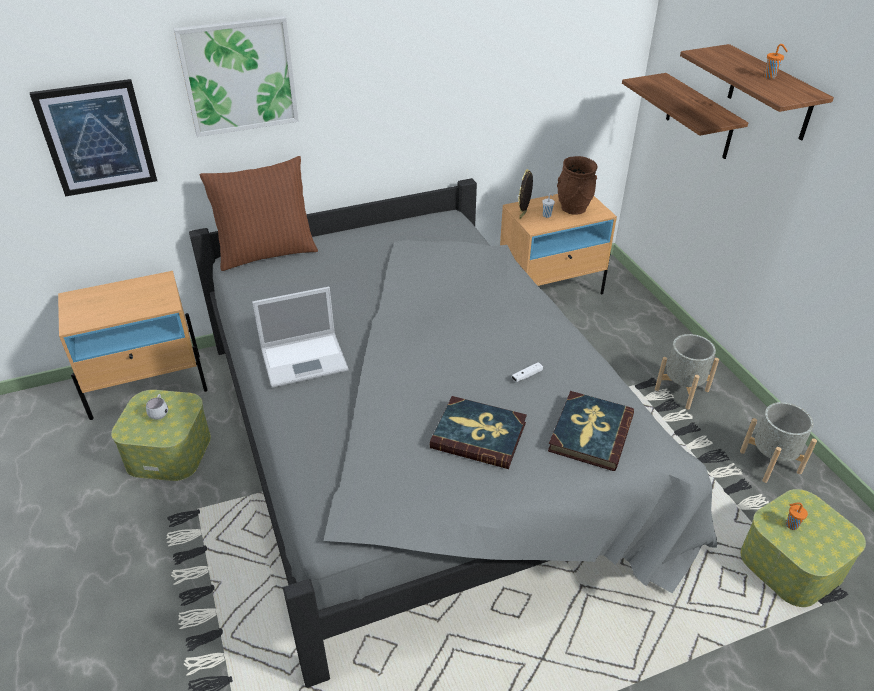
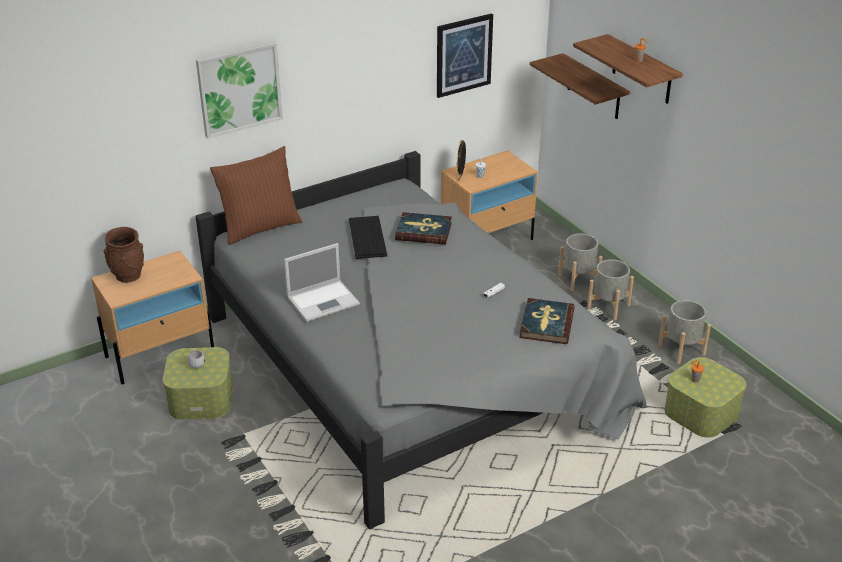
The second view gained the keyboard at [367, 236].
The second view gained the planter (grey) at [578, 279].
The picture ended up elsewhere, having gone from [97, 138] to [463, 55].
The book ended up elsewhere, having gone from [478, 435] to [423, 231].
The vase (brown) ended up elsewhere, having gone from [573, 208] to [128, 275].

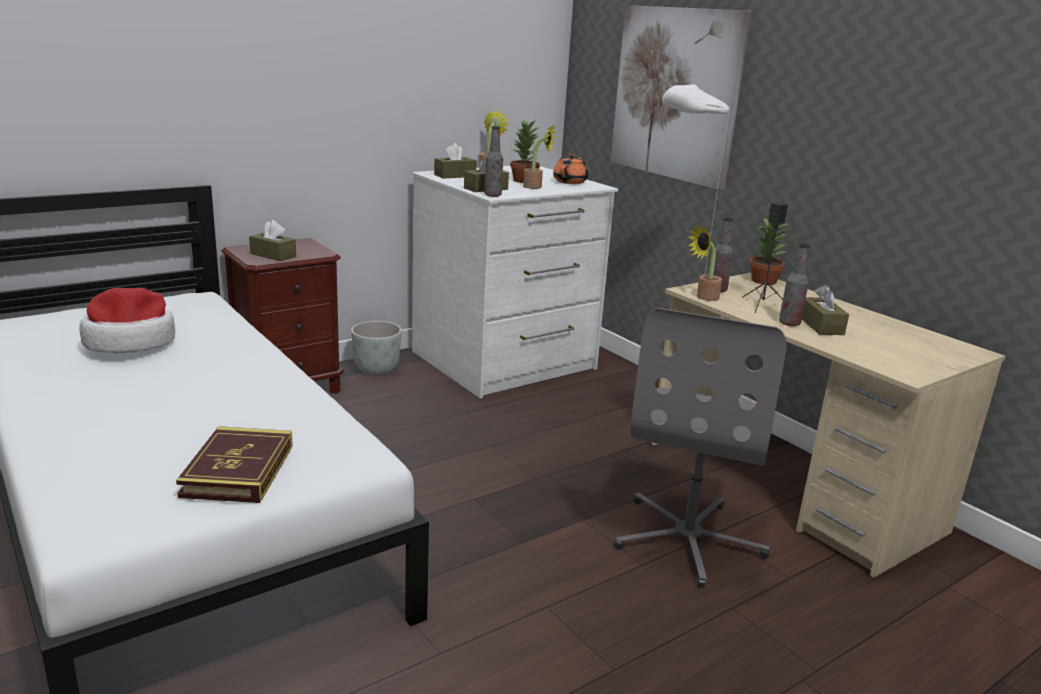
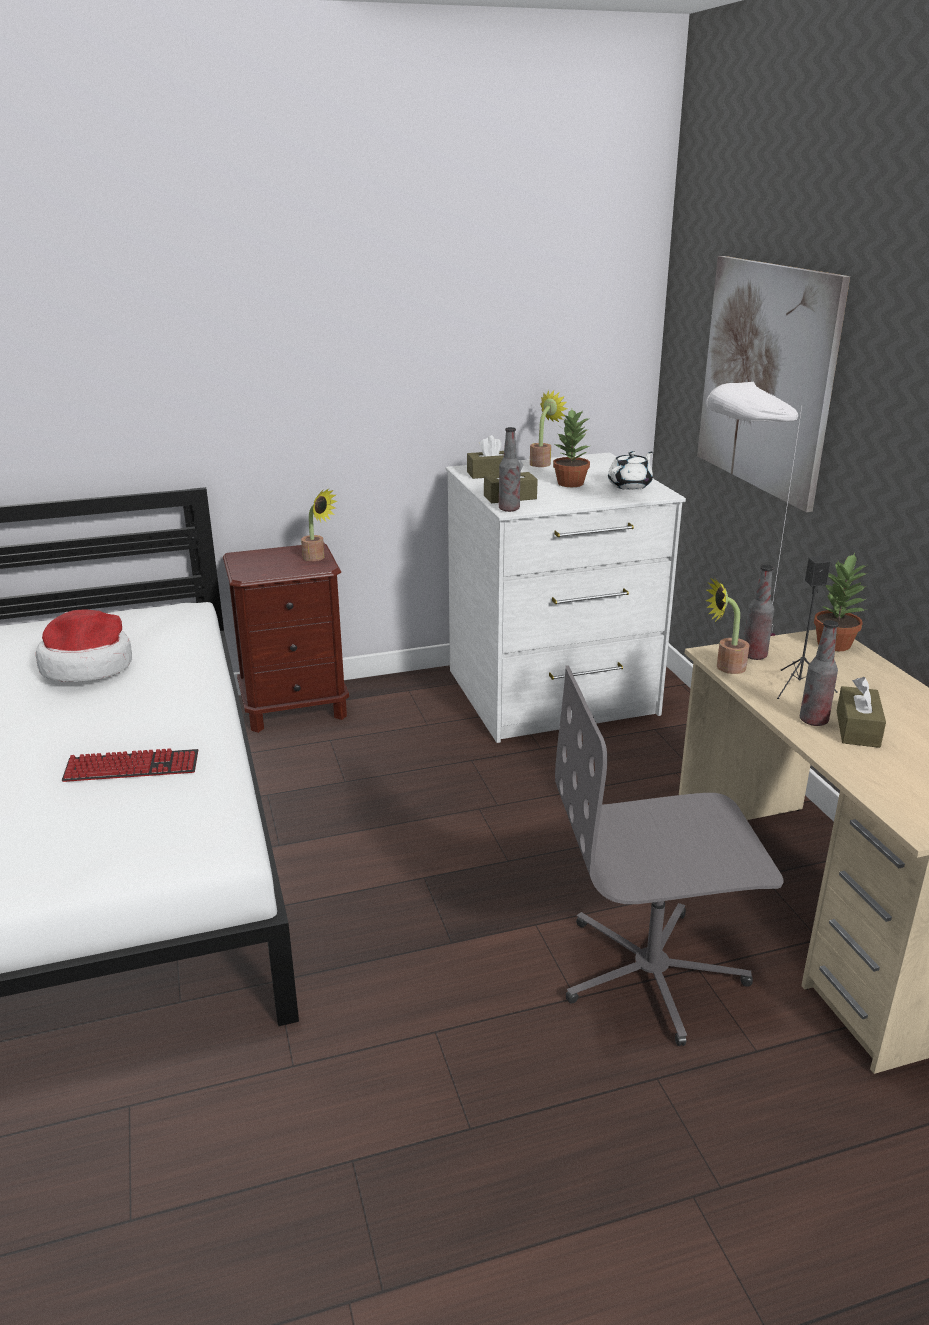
The second view lost the book at [238, 470].
The second view lost the tissue box (brown) at [273, 255].
The second view lost the planter (grey) at [377, 370].
The second view gained the keyboard at [132, 768].
The potted plant ended up elsewhere, having gone from [536, 187] to [317, 558].
What was the teapot (orange) at [570, 182] turned into the teapot (white) at [630, 485].
The office chair (grey) at [689, 539] ended up facing another way, 45 degrees clockwise from before.

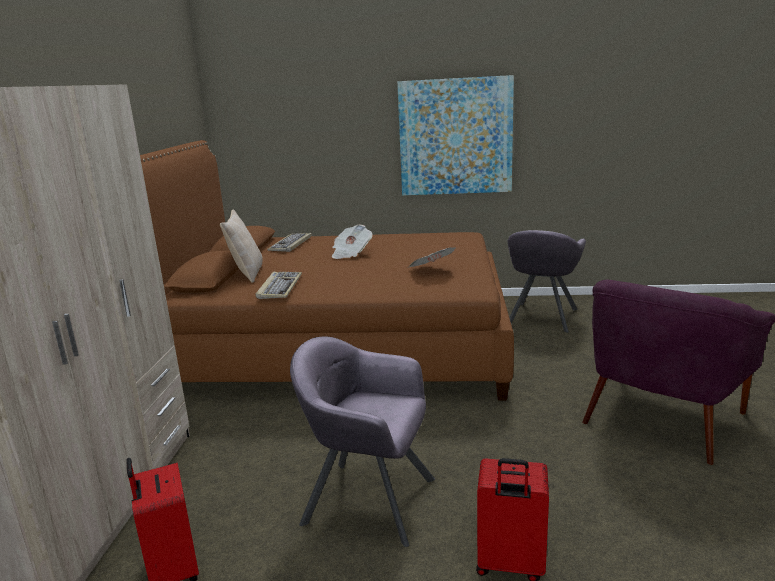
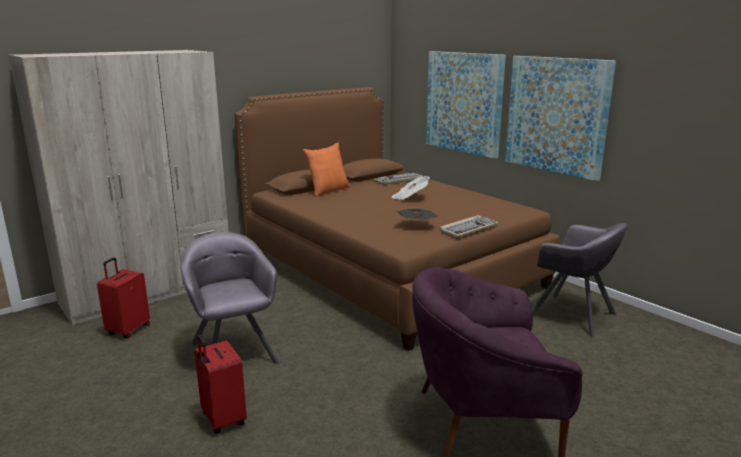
The second view gained the picture at [463, 103].
The keyboard ended up elsewhere, having gone from [279, 287] to [468, 228].
What was the pillow (beige) at [247, 273] turned into the pillow (orange) at [328, 190].
The armchair (grey) at [541, 317] ended up facing another way, 120 degrees counterclockwise from before.

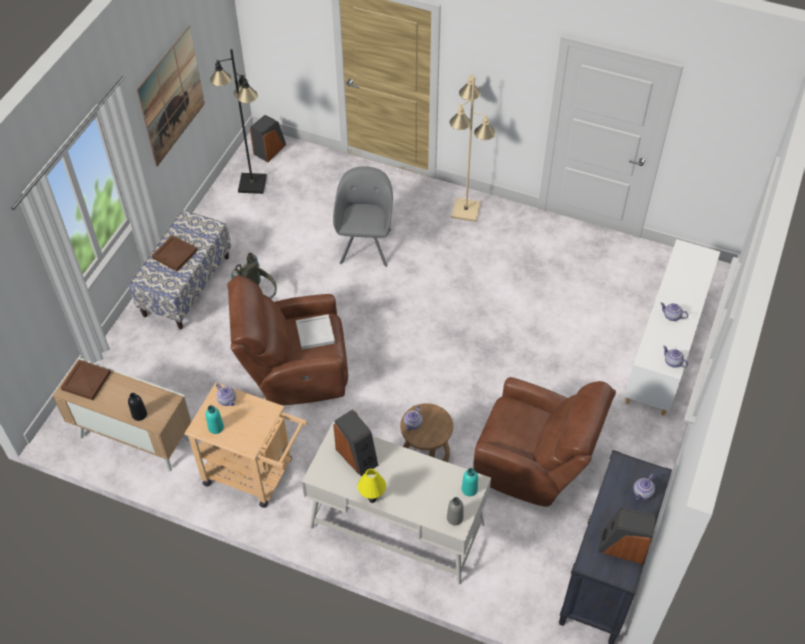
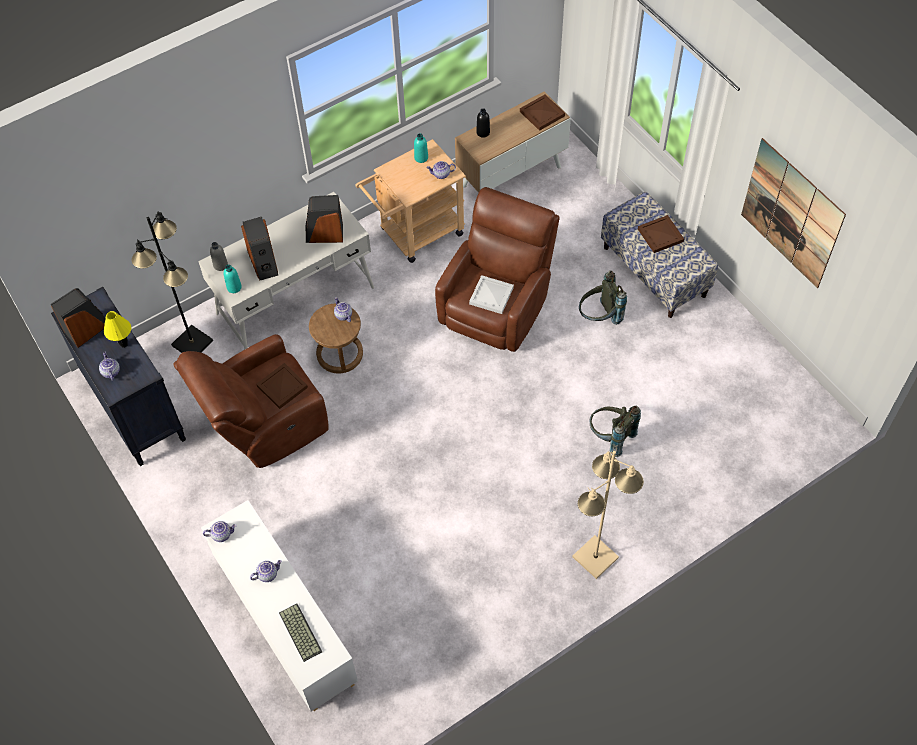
The second view gained the tray (brown) at [282, 387].
The second view gained the keyboard at [299, 632].
The floor lamp (black) ended up elsewhere, having gone from [252, 183] to [193, 343].
The speaker ended up elsewhere, having gone from [270, 150] to [264, 263].
The table lamp (yellow) ended up elsewhere, having gone from [373, 500] to [124, 345].
Where the armchair (grey) stood at [365, 243], the backpack (grey) came to stand at [610, 437].

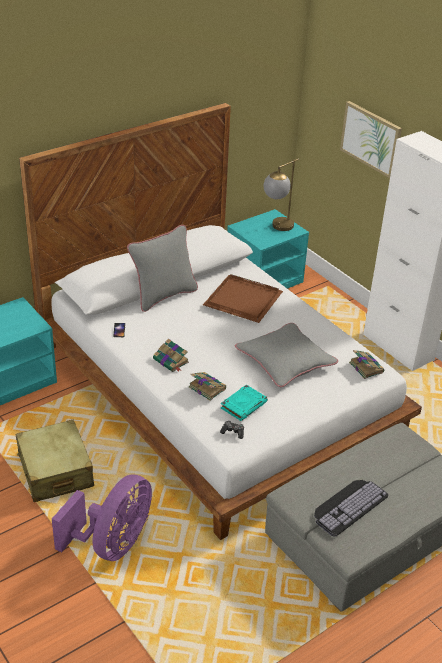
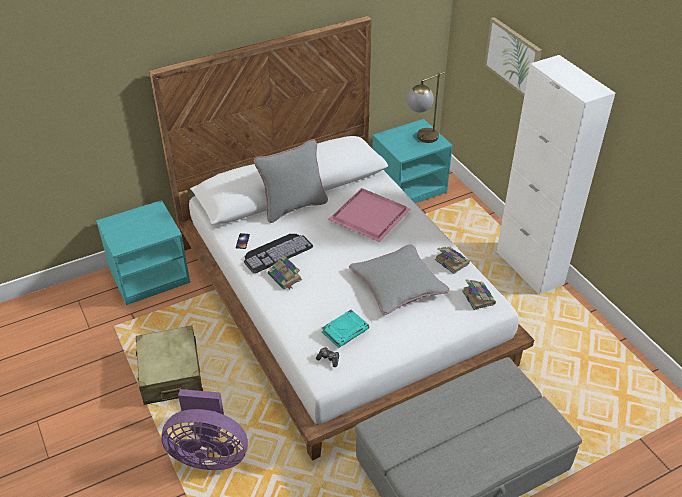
The book ended up elsewhere, having gone from [206, 387] to [451, 261].
The keyboard ended up elsewhere, having gone from [348, 505] to [276, 251].
What was the tray (brown) at [241, 300] turned into the tray (pink) at [368, 216].
The fan (purple) at [112, 544] ended up facing another way, 60 degrees clockwise from before.

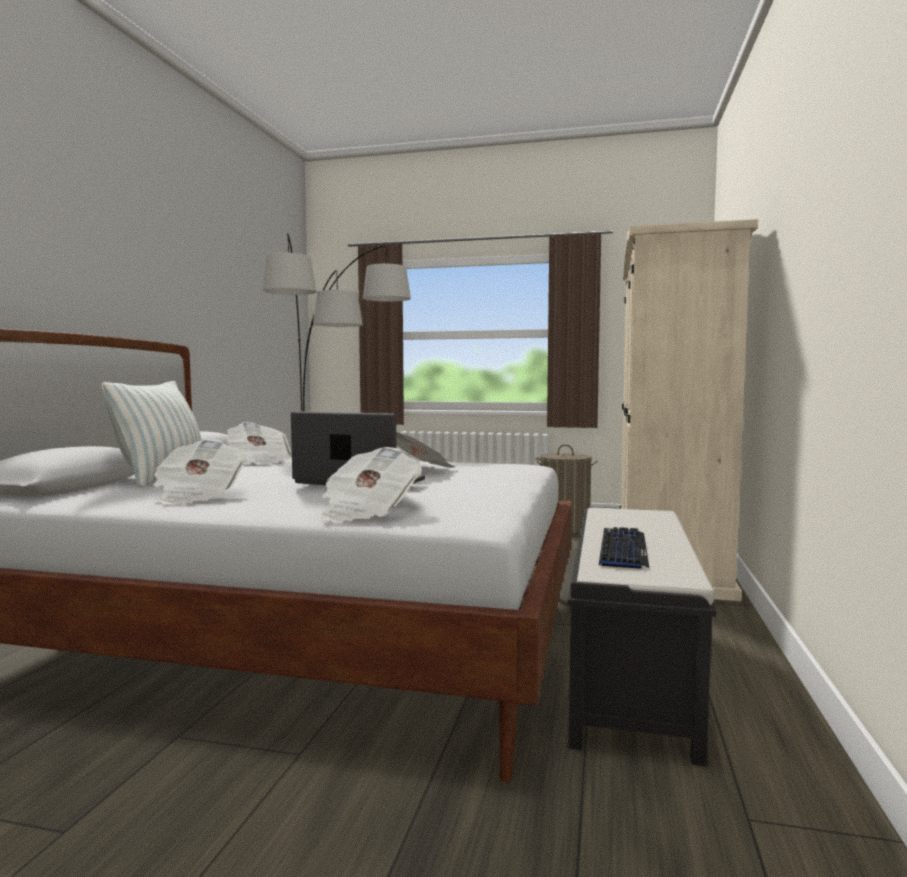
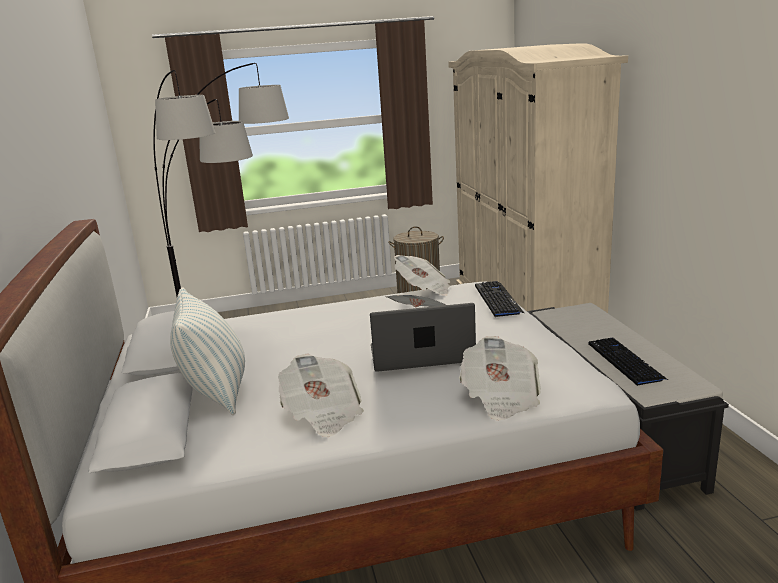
The second view gained the keyboard at [497, 300].
The newspaper ended up elsewhere, having gone from [259, 461] to [424, 289].

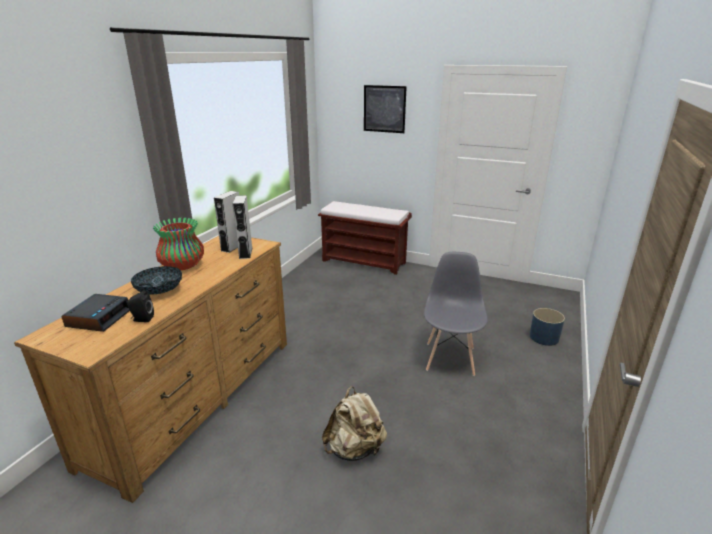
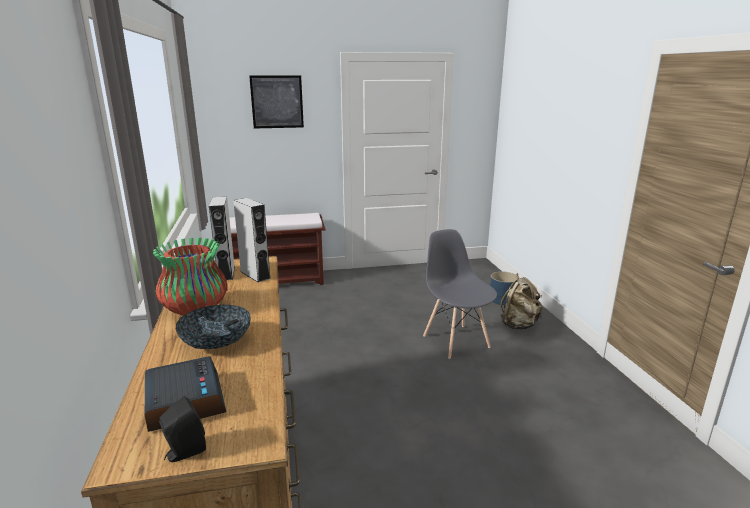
The speaker (black) ended up elsewhere, having gone from [142, 319] to [184, 452].
The backpack (beige) ended up elsewhere, having gone from [355, 449] to [518, 325].

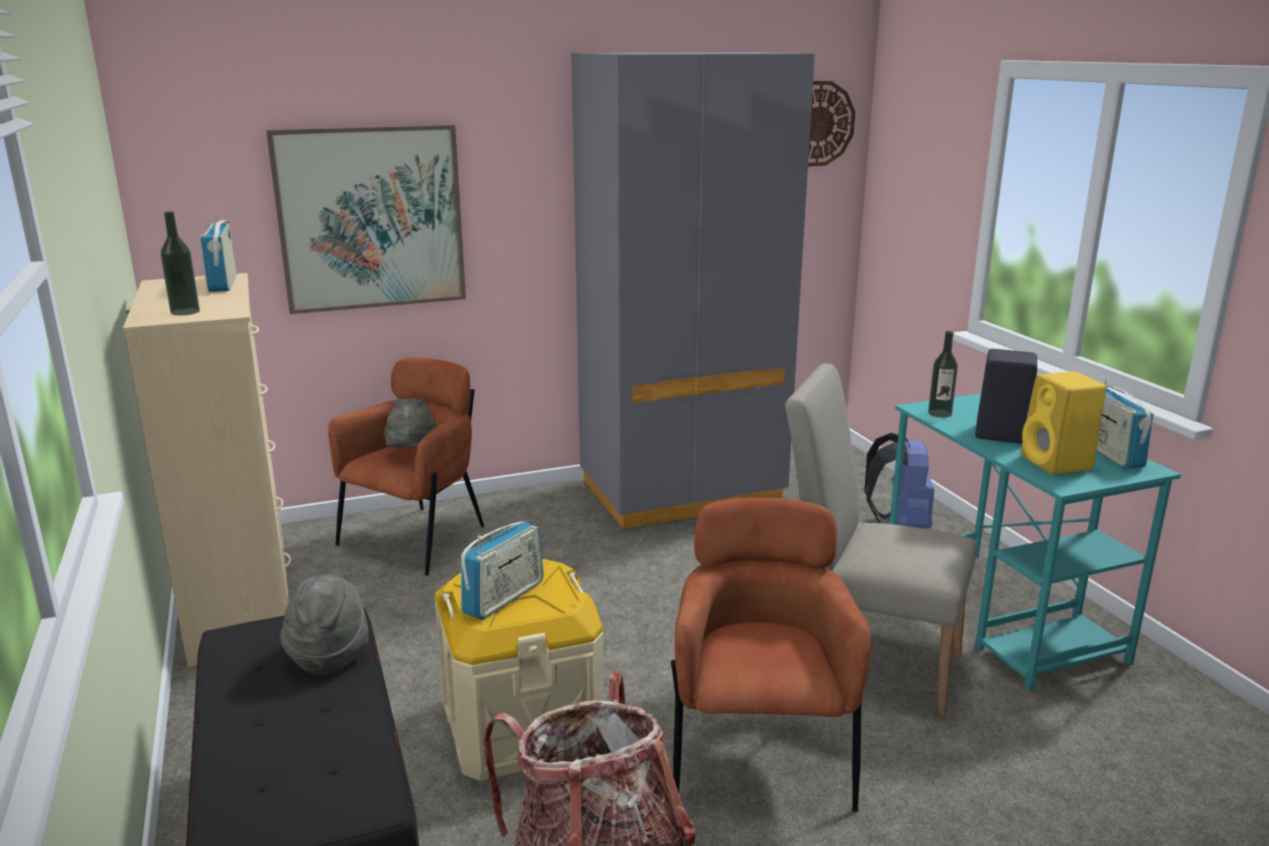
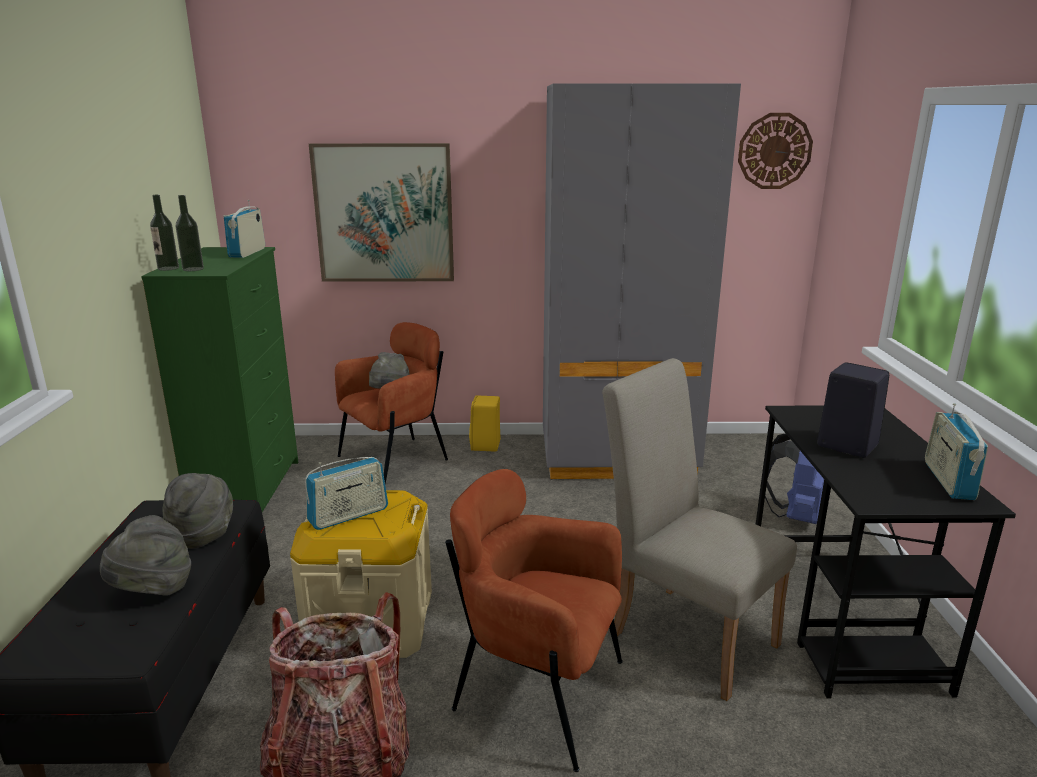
The second view gained the hat (grey) at [153, 591].
The bottle ended up elsewhere, having gone from [939, 413] to [168, 268].
The speaker (yellow) ended up elsewhere, having gone from [1058, 464] to [485, 446].
What was the dresser (beige) at [243, 608] turned into the dresser (green) at [249, 490].
What was the desk (turquoise) at [1000, 616] turned into the desk (black) at [841, 619].
The armchair (brown) at [759, 755] ended up facing another way, 90 degrees counterclockwise from before.

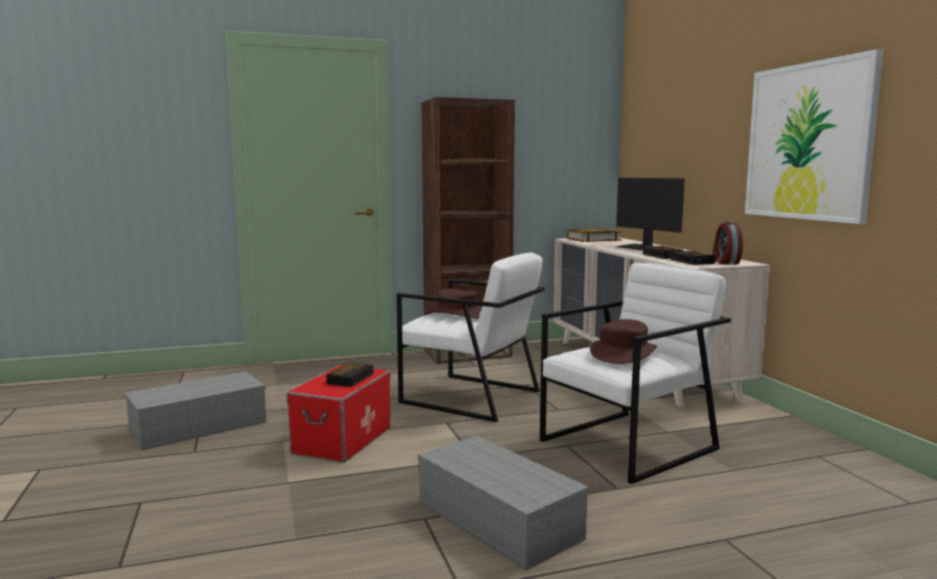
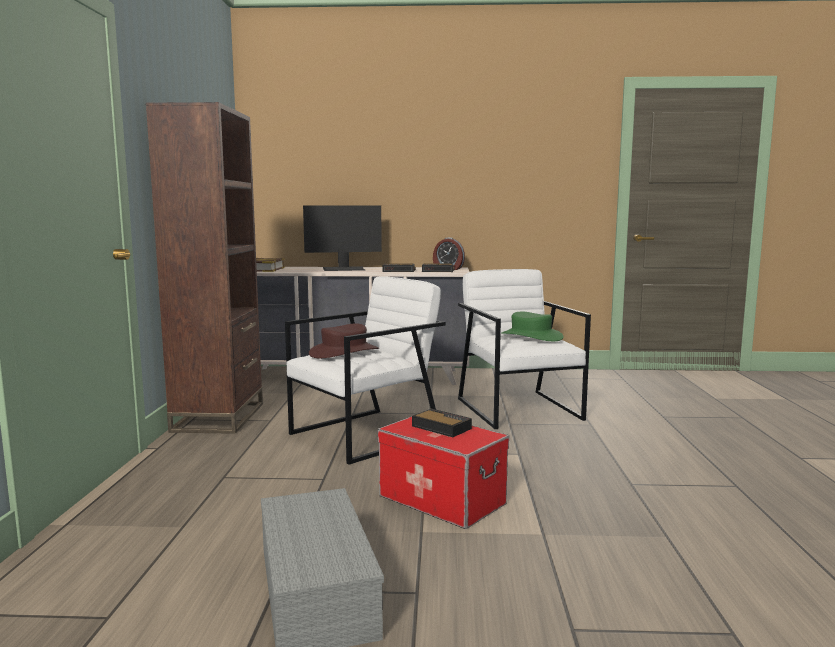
The second view lost the storage box (grey) at [501, 520].
The second view lost the picture at [808, 141].
What was the hat (brown) at [623, 353] turned into the hat (green) at [531, 336].

